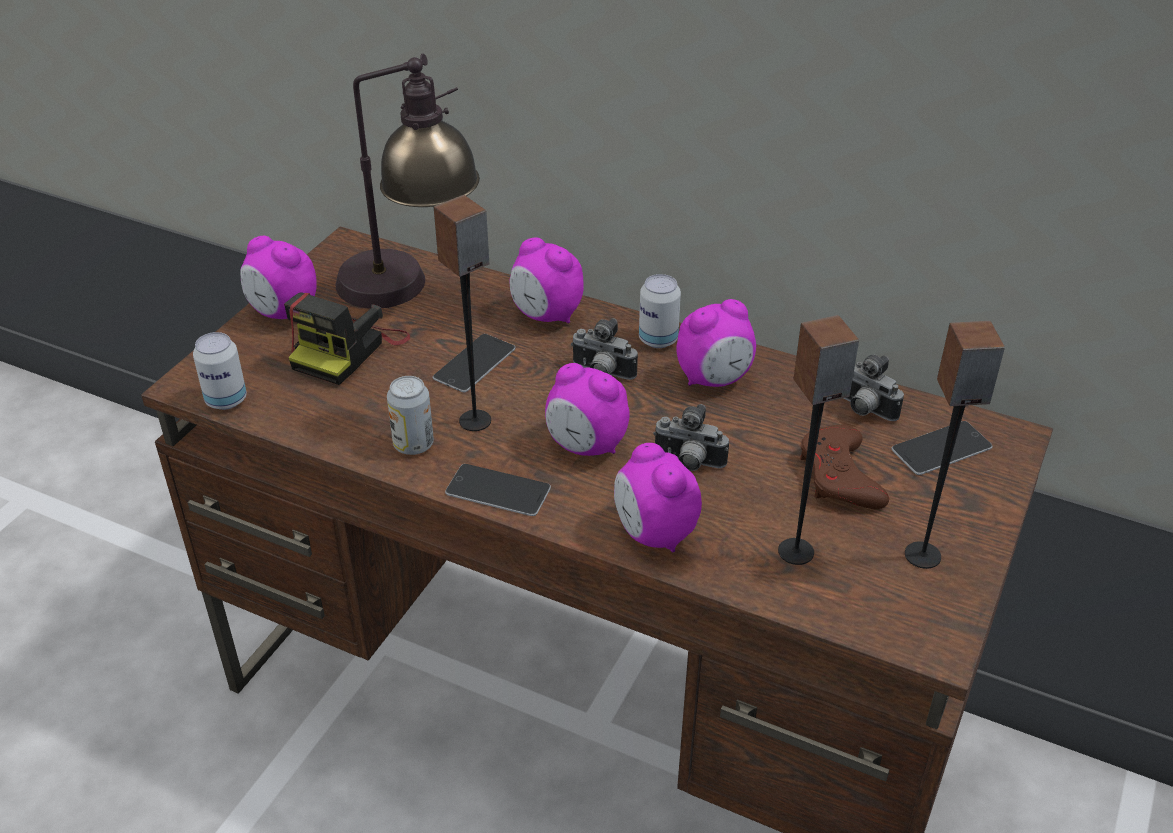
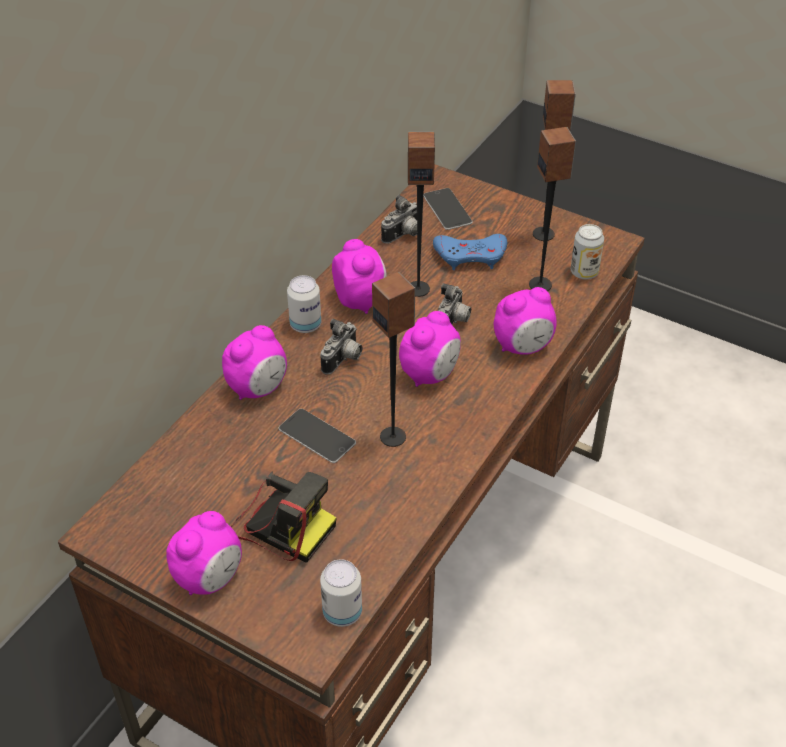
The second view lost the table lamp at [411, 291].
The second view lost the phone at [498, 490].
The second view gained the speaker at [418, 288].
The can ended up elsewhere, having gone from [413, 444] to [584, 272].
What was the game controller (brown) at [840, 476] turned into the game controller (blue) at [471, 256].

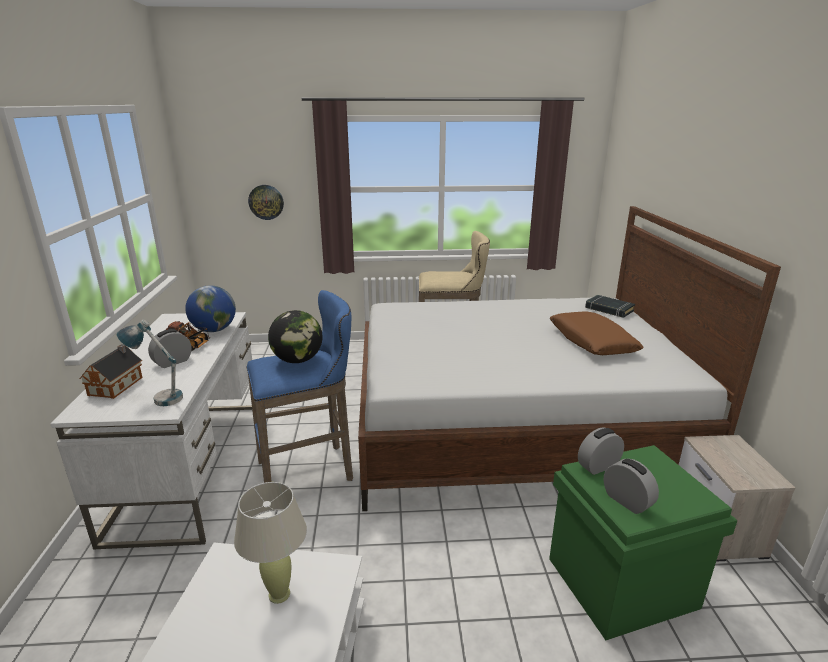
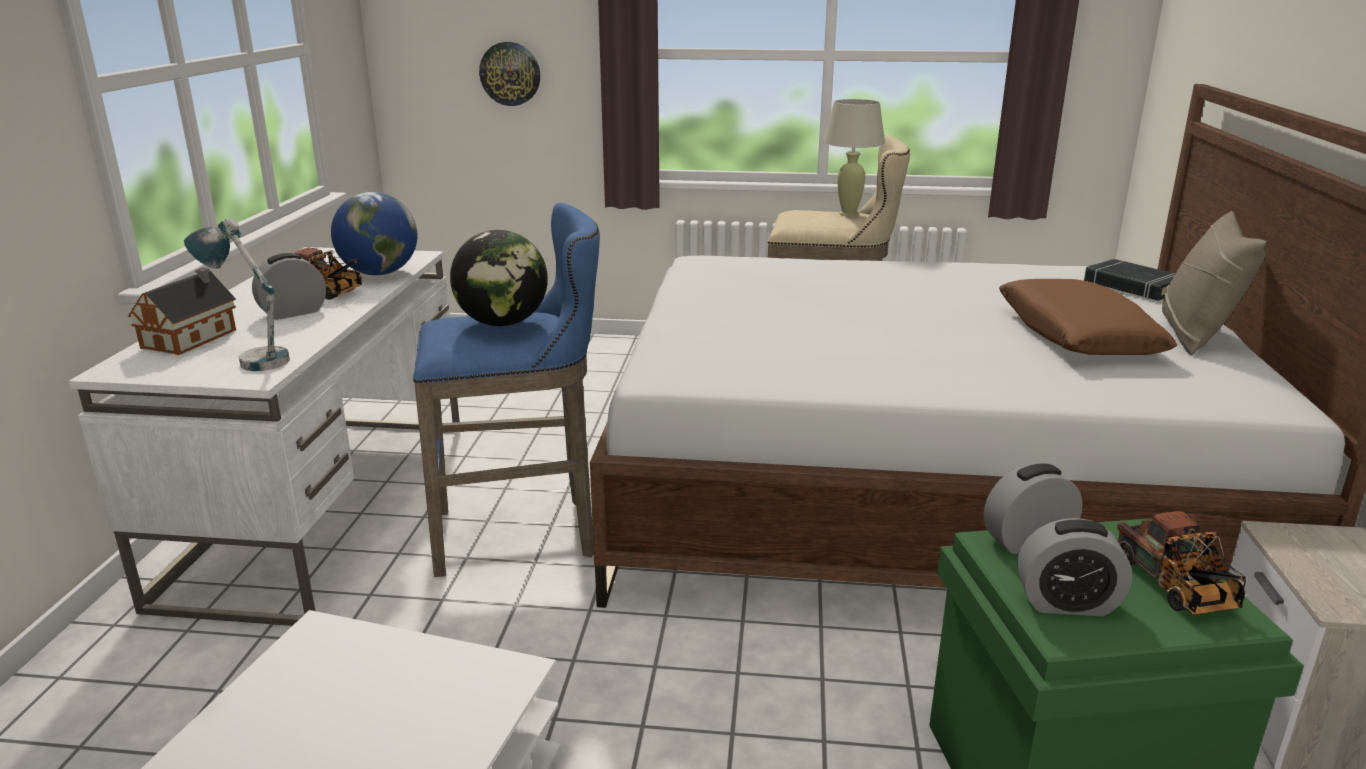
The second view gained the toy truck at [1178, 589].
The second view gained the pillow (beige) at [1195, 335].
The table lamp (beige) ended up elsewhere, having gone from [279, 594] to [849, 213].
The alarm clock at [627, 501] ended up facing another way, 120 degrees clockwise from before.

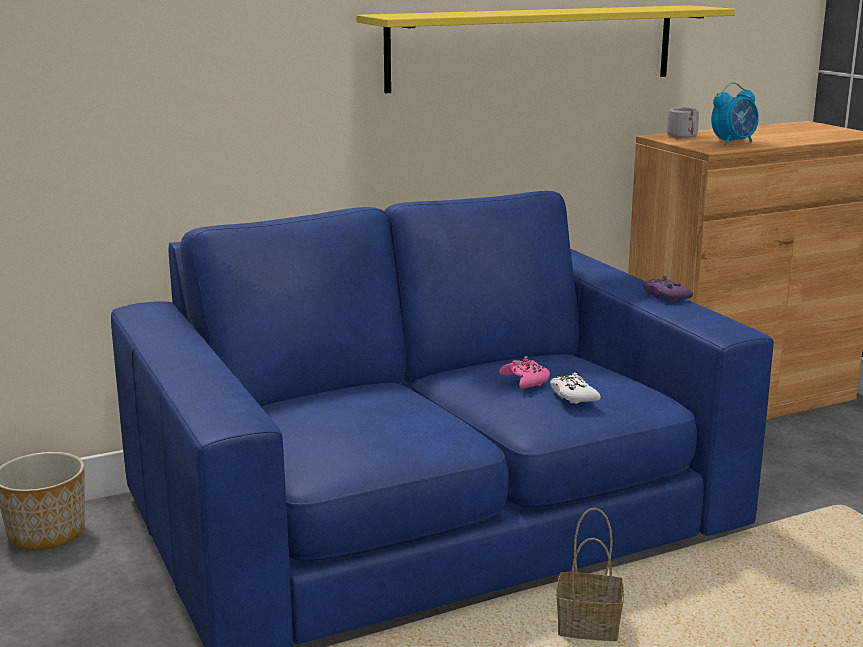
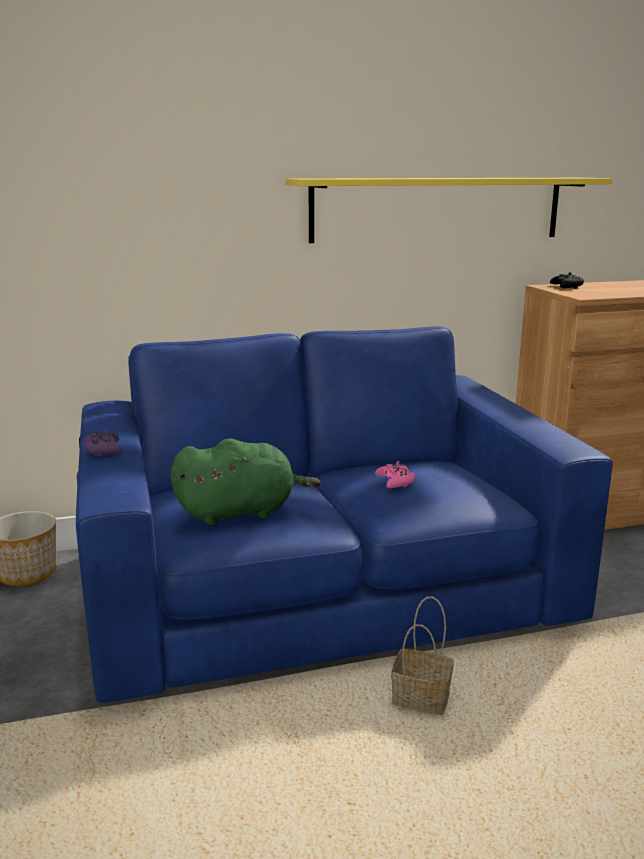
The second view lost the game controller (white) at [573, 395].
The second view lost the alarm clock at [733, 143].
The second view gained the plush toy (green) at [241, 512].
The game controller (purple) ended up elsewhere, having gone from [665, 296] to [103, 450].
Where the mug (grey) stood at [685, 136], the game controller (black) came to stand at [566, 287].

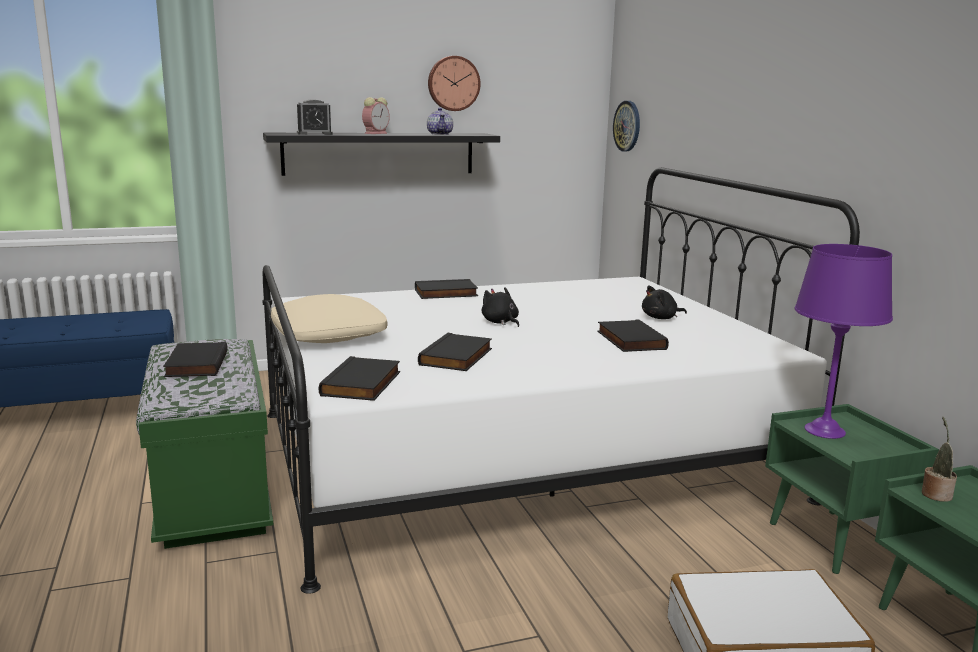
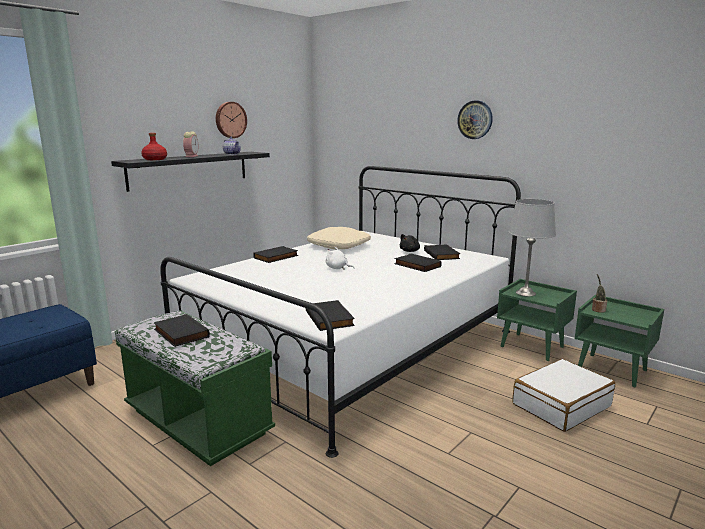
The pillow (beige) ended up elsewhere, having gone from [329, 334] to [339, 246].
The book (black) ended up elsewhere, having gone from [457, 357] to [442, 255].
The wall clock ended up elsewhere, having gone from [627, 126] to [475, 120].
Where the alarm clock stood at [314, 133], the bottle (red) came to stand at [155, 159].
What was the plush toy (black) at [500, 322] turned into the plush toy (white) at [337, 268].
What was the table lamp (purple) at [824, 430] turned into the table lamp (grey) at [525, 293].

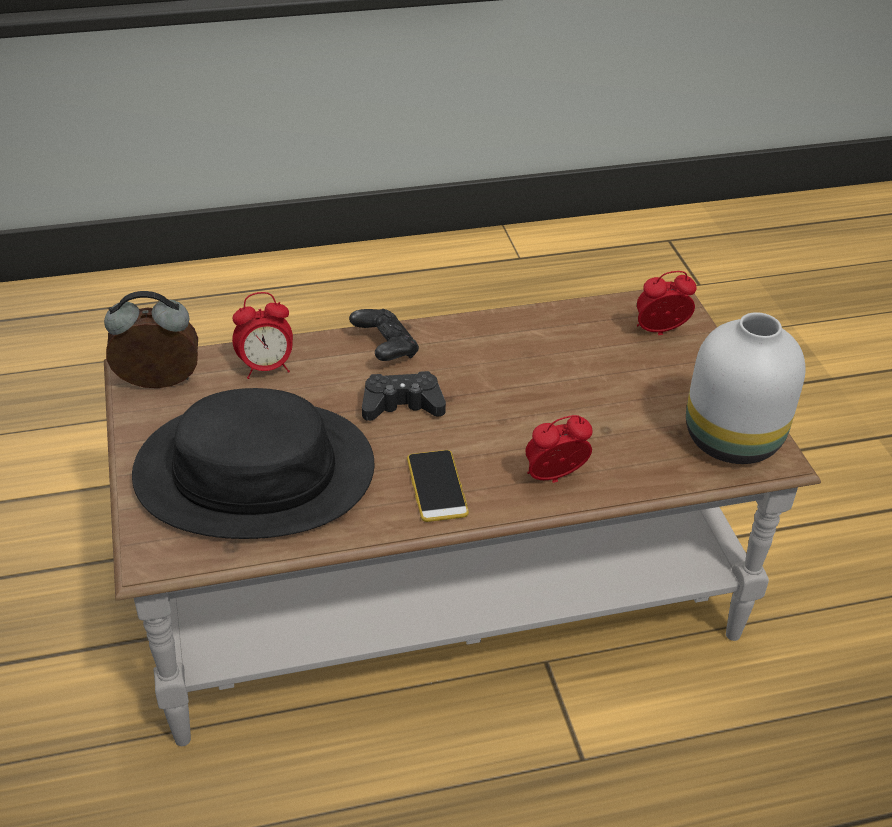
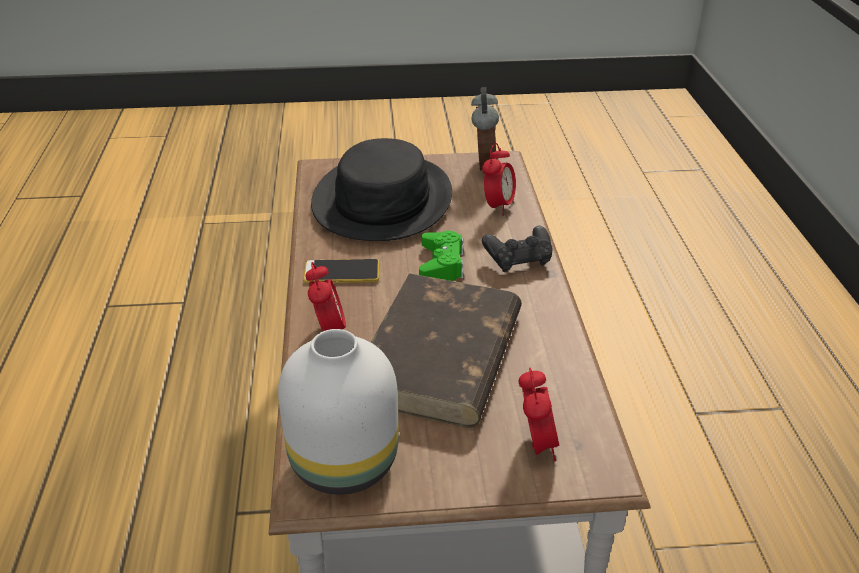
The second view gained the book (brown) at [440, 357].
What was the game controller (black) at [402, 405] turned into the game controller (green) at [442, 263].
The alarm clock at [266, 368] ended up facing another way, 150 degrees counterclockwise from before.

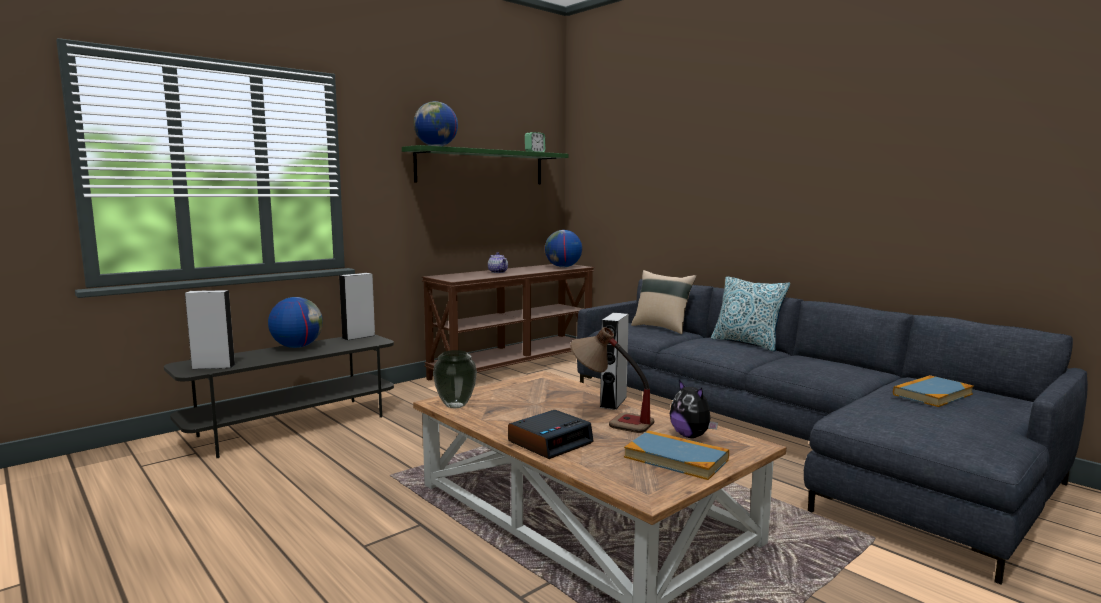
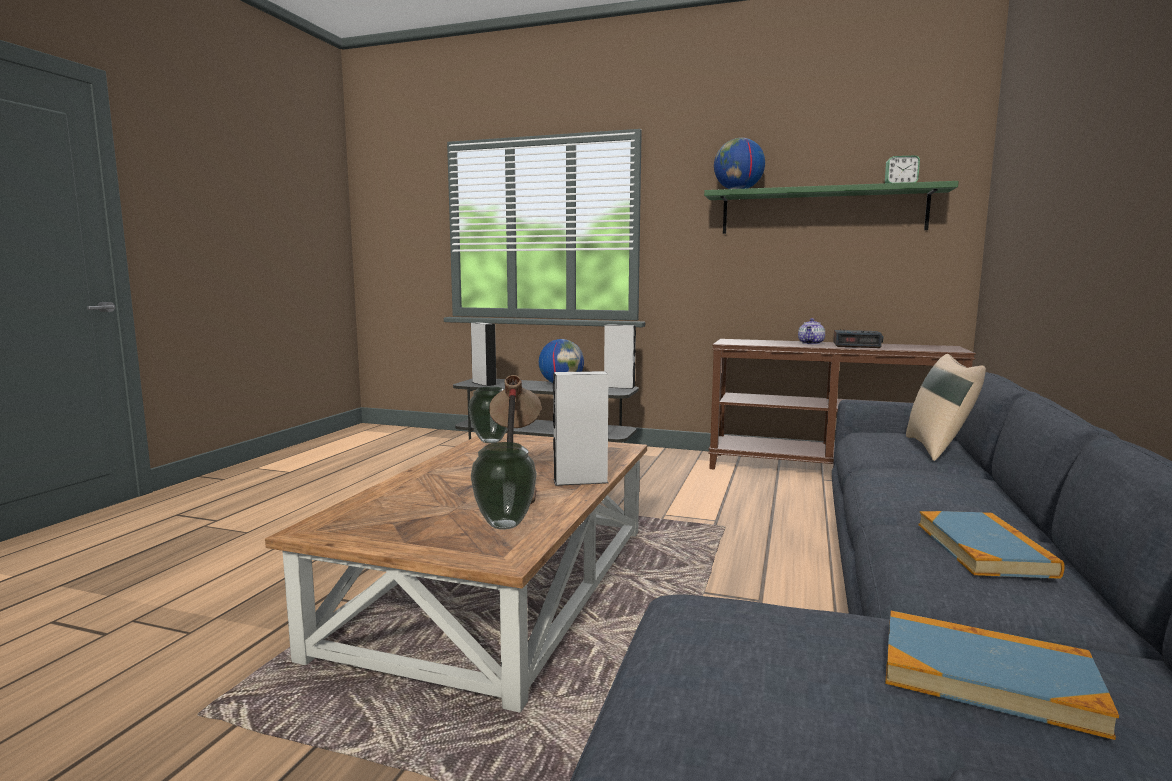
The second view lost the globe at [563, 267].
The second view lost the pillow at [747, 343].
The alarm clock ended up elsewhere, having gone from [550, 442] to [856, 345].
The book ended up elsewhere, having gone from [676, 458] to [984, 549].
Where the plush toy stood at [691, 436], the vase came to stand at [504, 525].

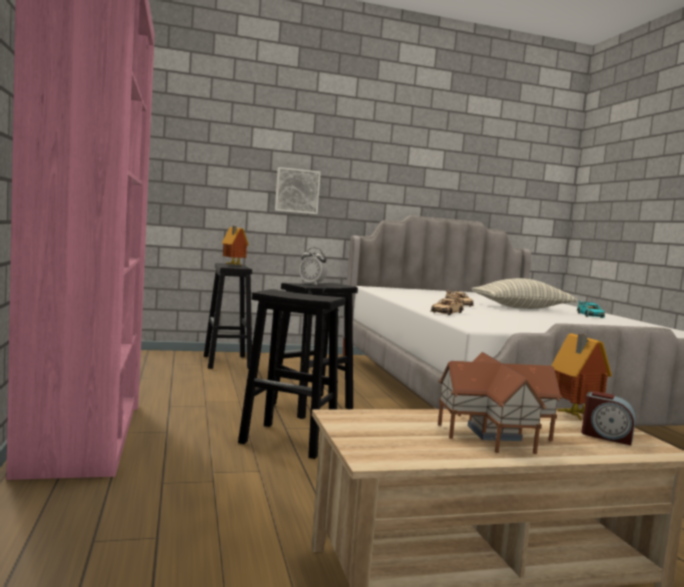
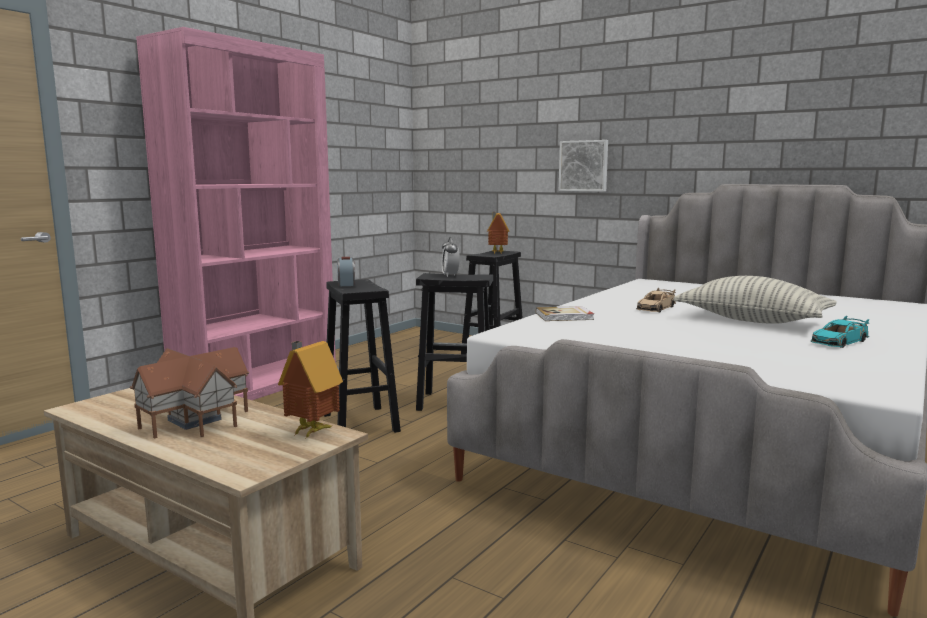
The alarm clock ended up elsewhere, having gone from [606, 436] to [346, 283].
Where the toy car (beige) stood at [447, 312], the book came to stand at [564, 316].

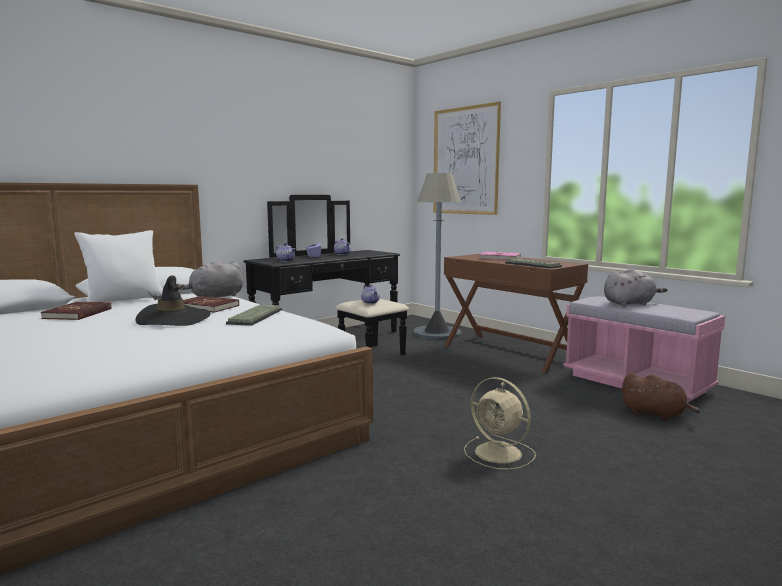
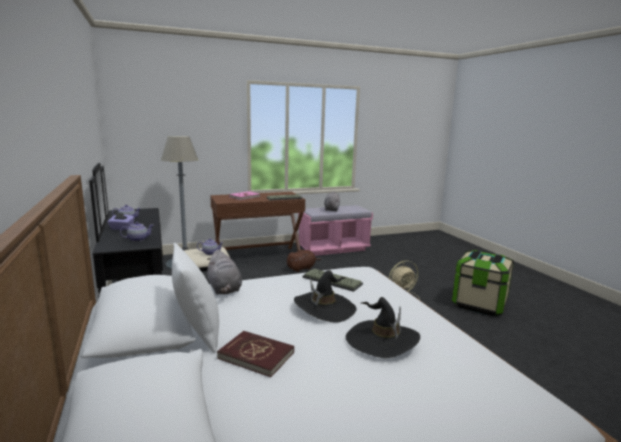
The second view lost the book (red) at [207, 307].
The second view lost the picture at [465, 161].
The second view gained the hat (black) at [381, 341].
The second view gained the storage box at [479, 304].
The plush toy (brown) ended up elsewhere, having gone from [655, 414] to [302, 268].

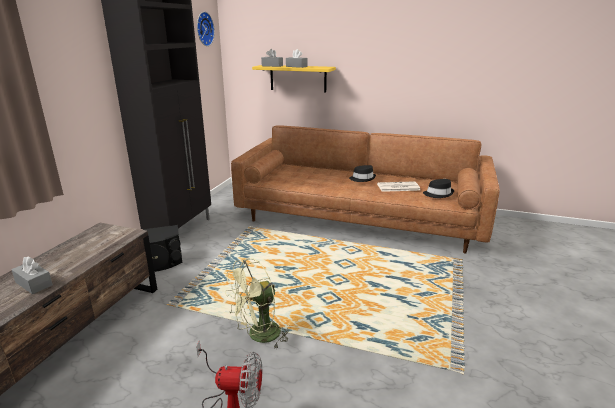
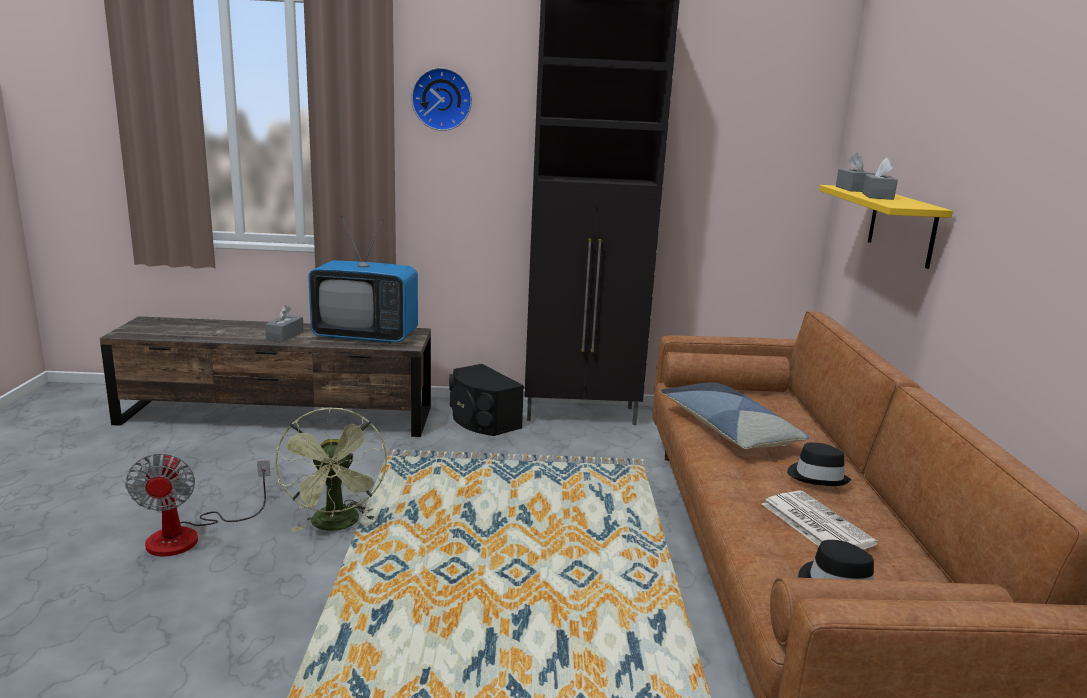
The second view gained the television at [365, 336].
The second view gained the pillow at [728, 429].
The wall clock ended up elsewhere, having gone from [203, 29] to [442, 99].
The fan (green) at [259, 336] ended up facing another way, 135 degrees counterclockwise from before.

